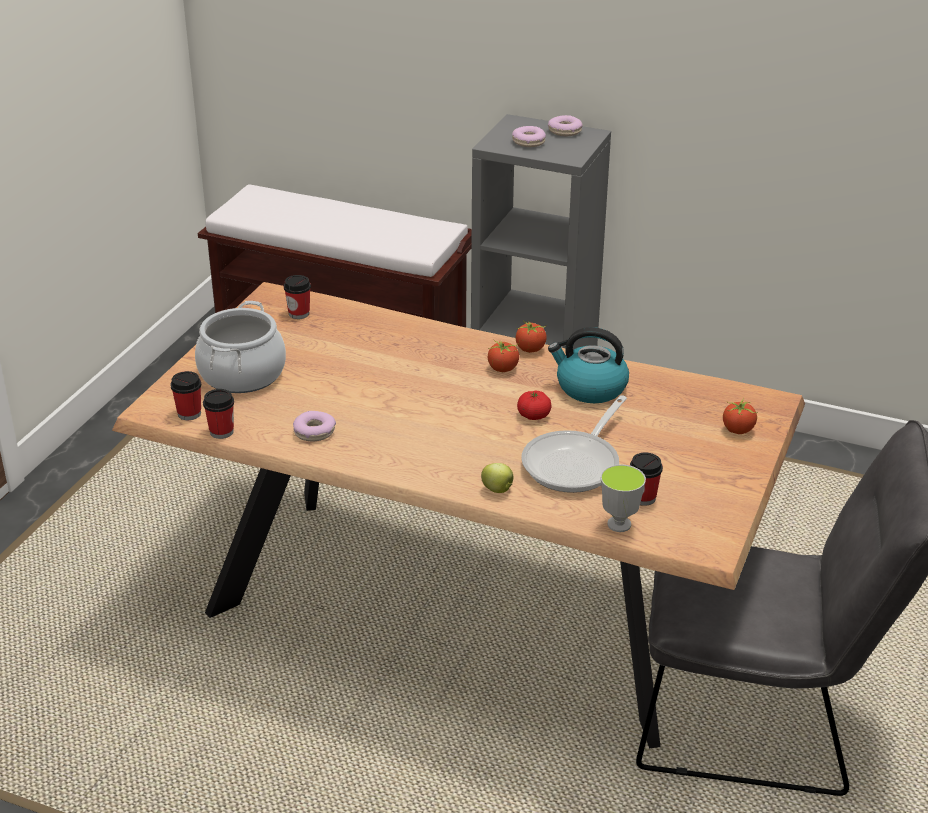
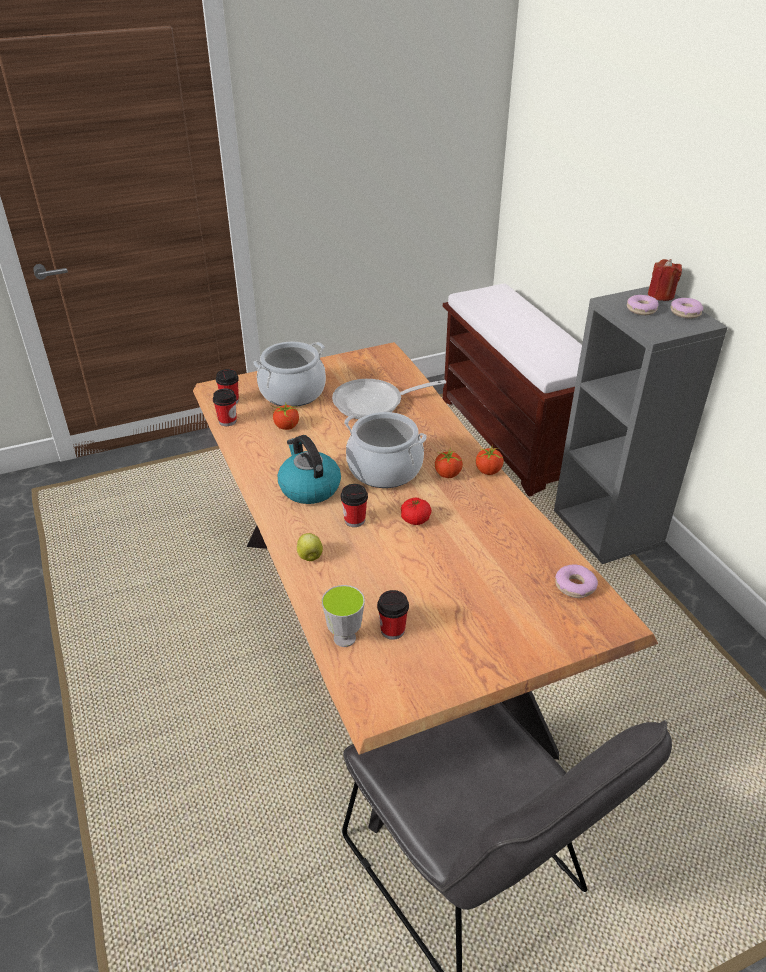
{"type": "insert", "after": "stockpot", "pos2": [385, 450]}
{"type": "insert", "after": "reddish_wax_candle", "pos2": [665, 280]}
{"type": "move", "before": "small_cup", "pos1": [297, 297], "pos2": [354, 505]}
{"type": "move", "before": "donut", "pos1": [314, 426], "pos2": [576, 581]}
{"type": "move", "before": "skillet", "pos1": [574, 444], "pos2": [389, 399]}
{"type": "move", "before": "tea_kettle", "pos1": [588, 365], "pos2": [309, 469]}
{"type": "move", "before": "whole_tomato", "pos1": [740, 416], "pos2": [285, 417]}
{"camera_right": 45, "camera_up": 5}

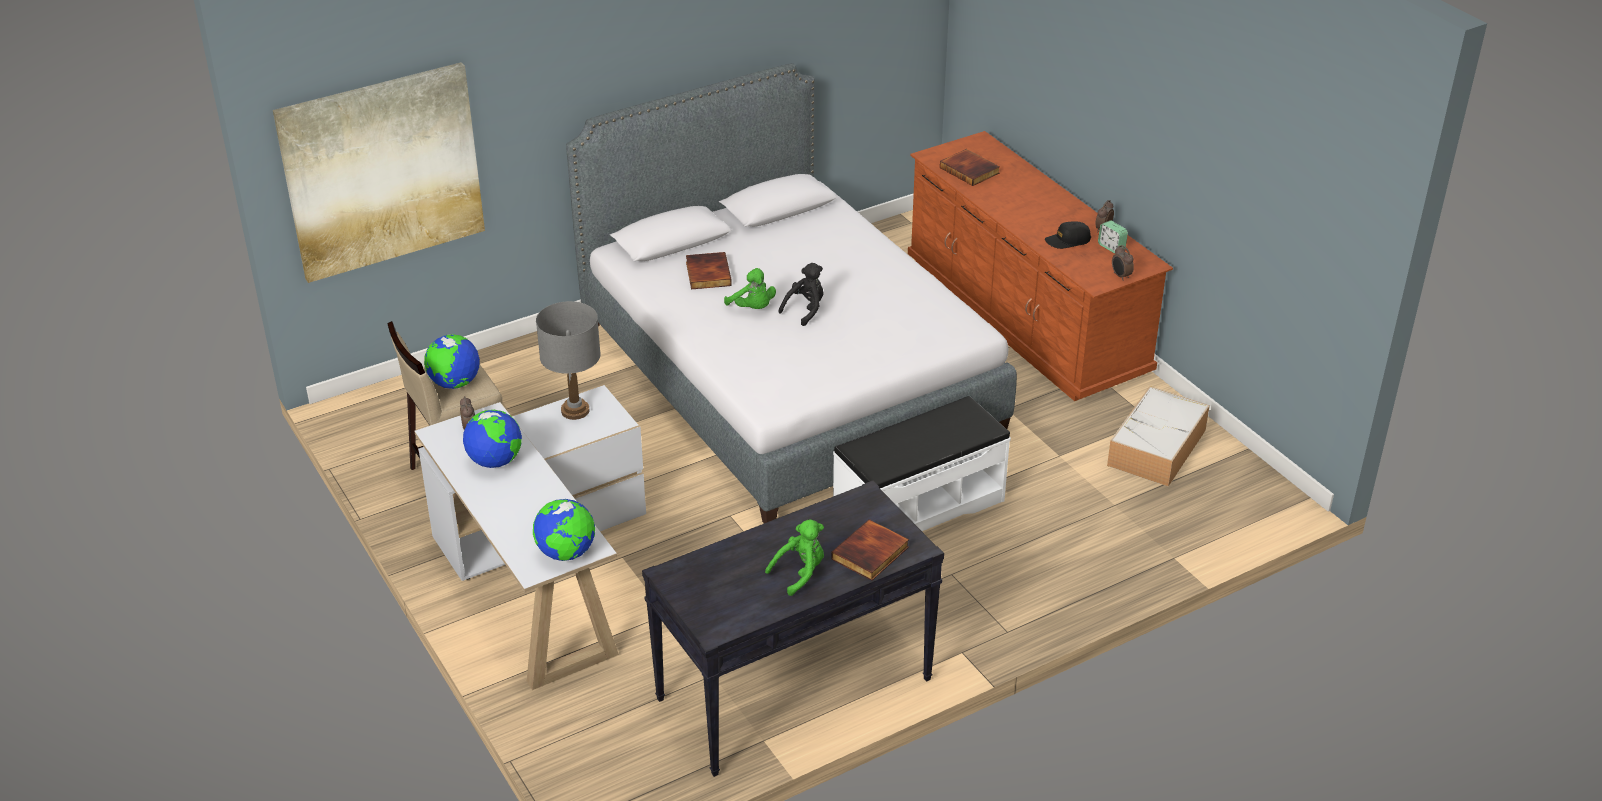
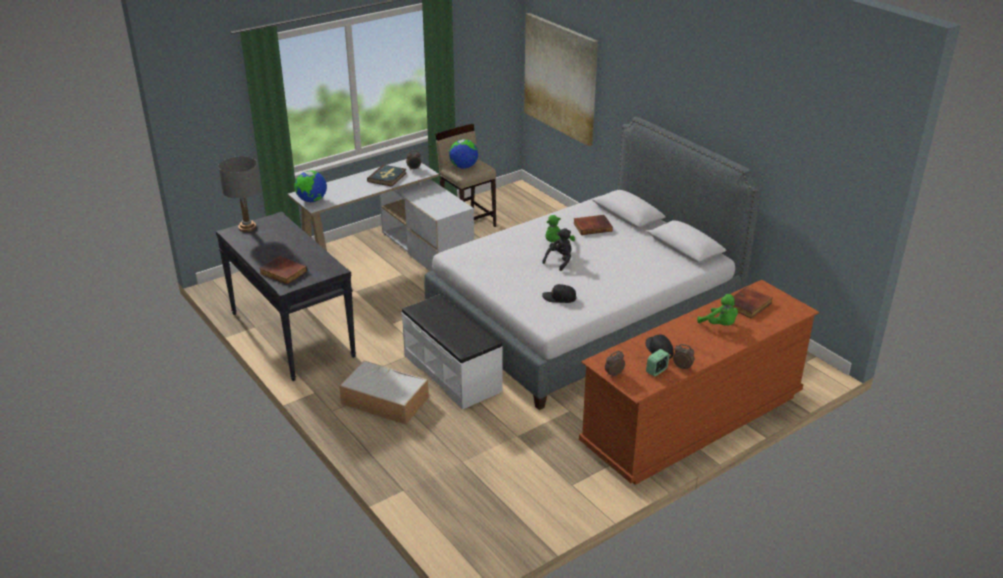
{"type": "insert", "after": "blackish_cap", "pos2": [559, 293]}
{"type": "move", "before": "greyish_lamp_for_a_table", "pos1": [568, 360], "pos2": [239, 194]}
{"type": "move", "before": "greenish_plush_toy", "pos1": [794, 557], "pos2": [717, 310]}
{"type": "move", "before": "storage_bin", "pos1": [1158, 436], "pos2": [384, 392]}
{"type": "replace", "before": "globe", "after": "volume", "pos1": [492, 439], "pos2": [386, 176]}
{"type": "rotate", "before": "blackish_plush_toy", "pos1": [801, 294], "pos2": [557, 249], "turn": -90}
{"camera_right": 85, "camera_up": -5}

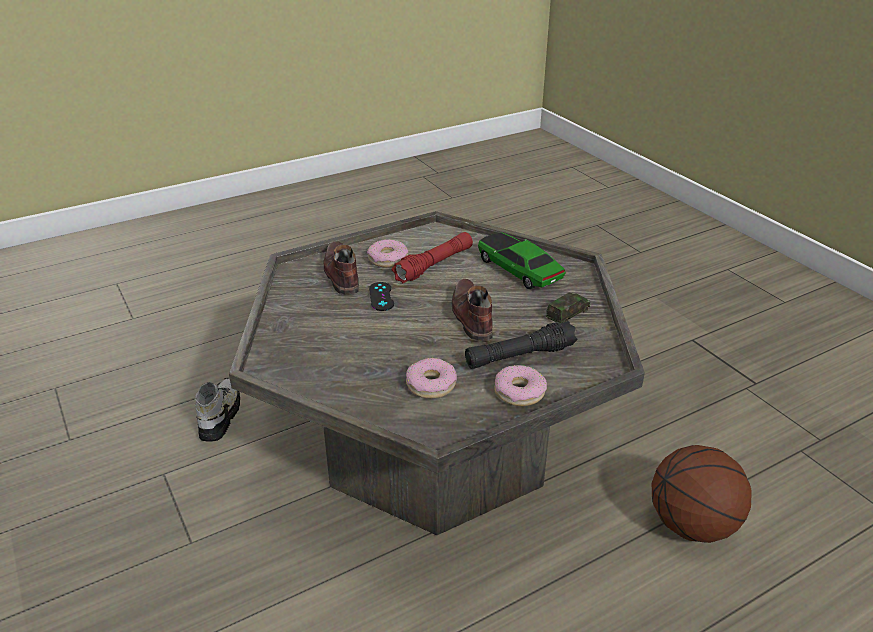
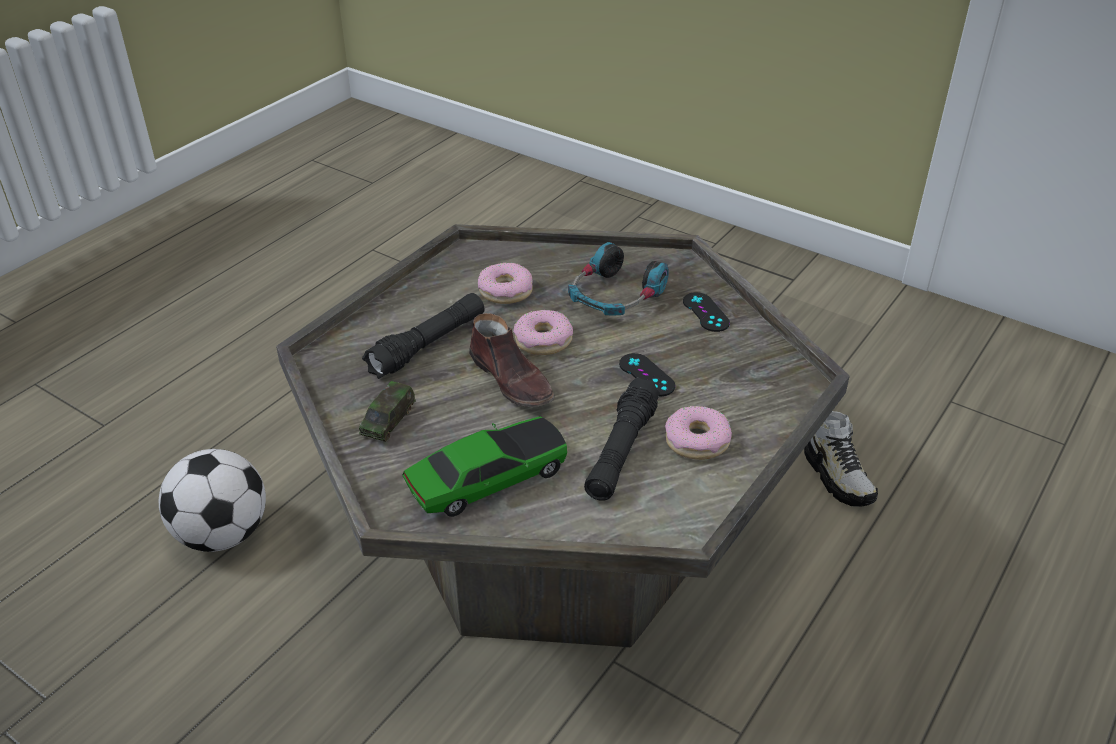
{"type": "delete", "before": "brownish_item_of_footwear", "pos1": [341, 268]}
{"type": "insert", "after": "pair_of_headphones", "pos2": [618, 278]}
{"type": "insert", "after": "blackish_joypad", "pos2": [706, 312]}
{"type": "move", "before": "donut", "pos1": [520, 385], "pos2": [543, 332]}
{"type": "replace", "before": "basketball_ball", "after": "football_ball", "pos1": [701, 494], "pos2": [212, 500]}
{"type": "recolor", "before": "reddish_hand_torch", "after": "blackish_hand_torch", "pos1": [432, 258], "pos2": [622, 439]}
{"type": "rotate", "before": "toy_car", "pos1": [522, 261], "pos2": [484, 466], "turn": -60}
{"camera_right": 155, "camera_up": 5}

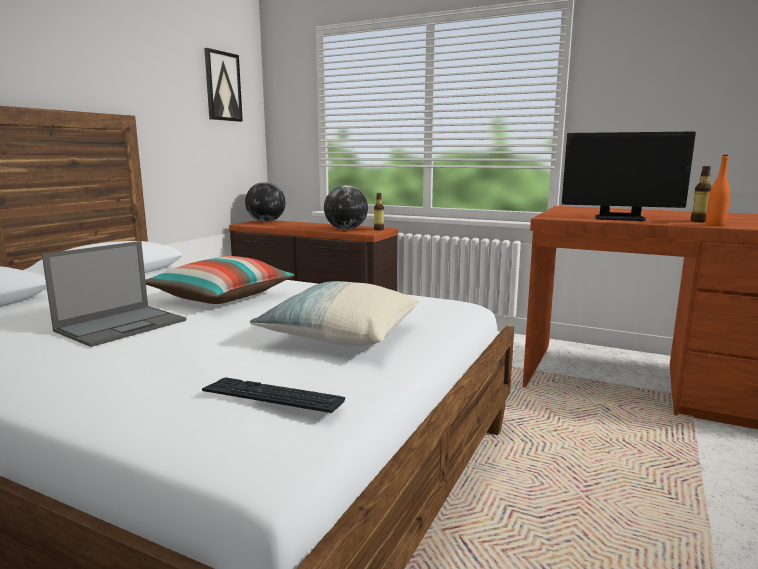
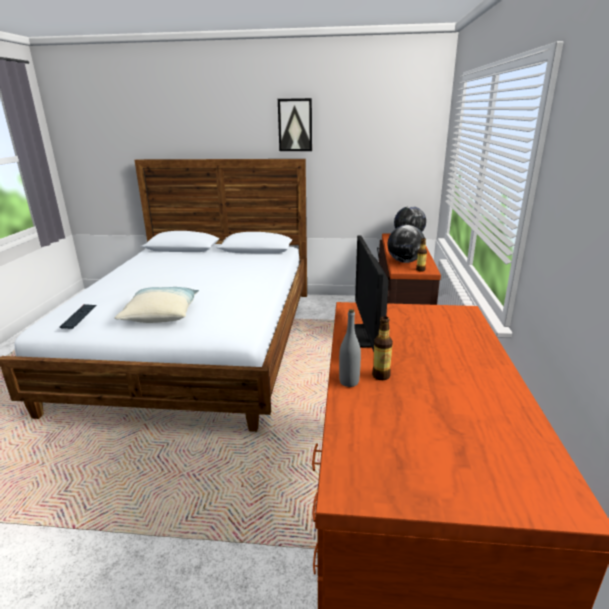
{"type": "delete", "before": "portable_computer", "pos1": [114, 294]}
{"type": "delete", "before": "cushion", "pos1": [220, 280]}
{"type": "move", "before": "picture", "pos1": [223, 85], "pos2": [295, 124]}
{"type": "recolor", "before": "orange-coloured_bottle", "after": "greyish_bottle", "pos1": [718, 190], "pos2": [350, 348]}
{"camera_right": 70, "camera_up": 10}

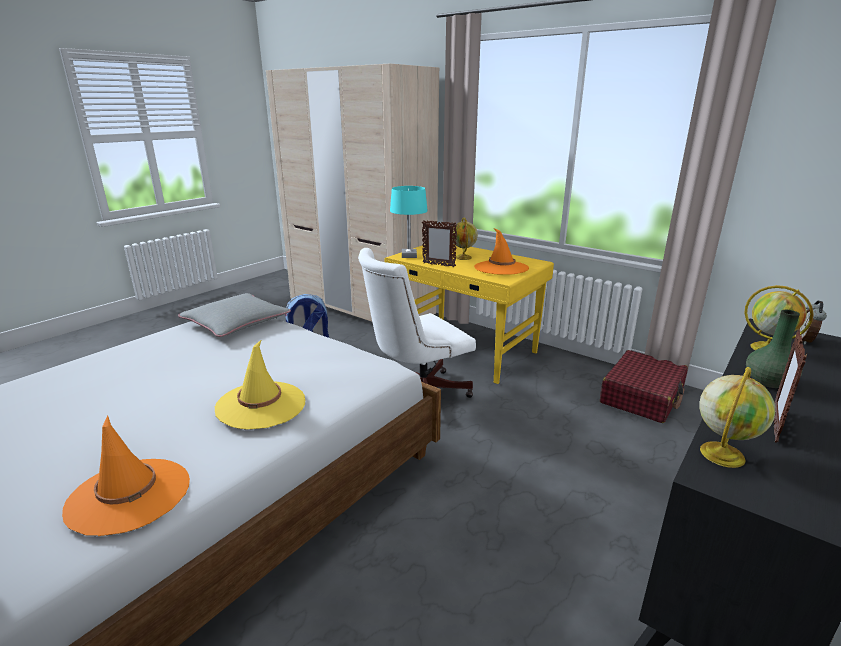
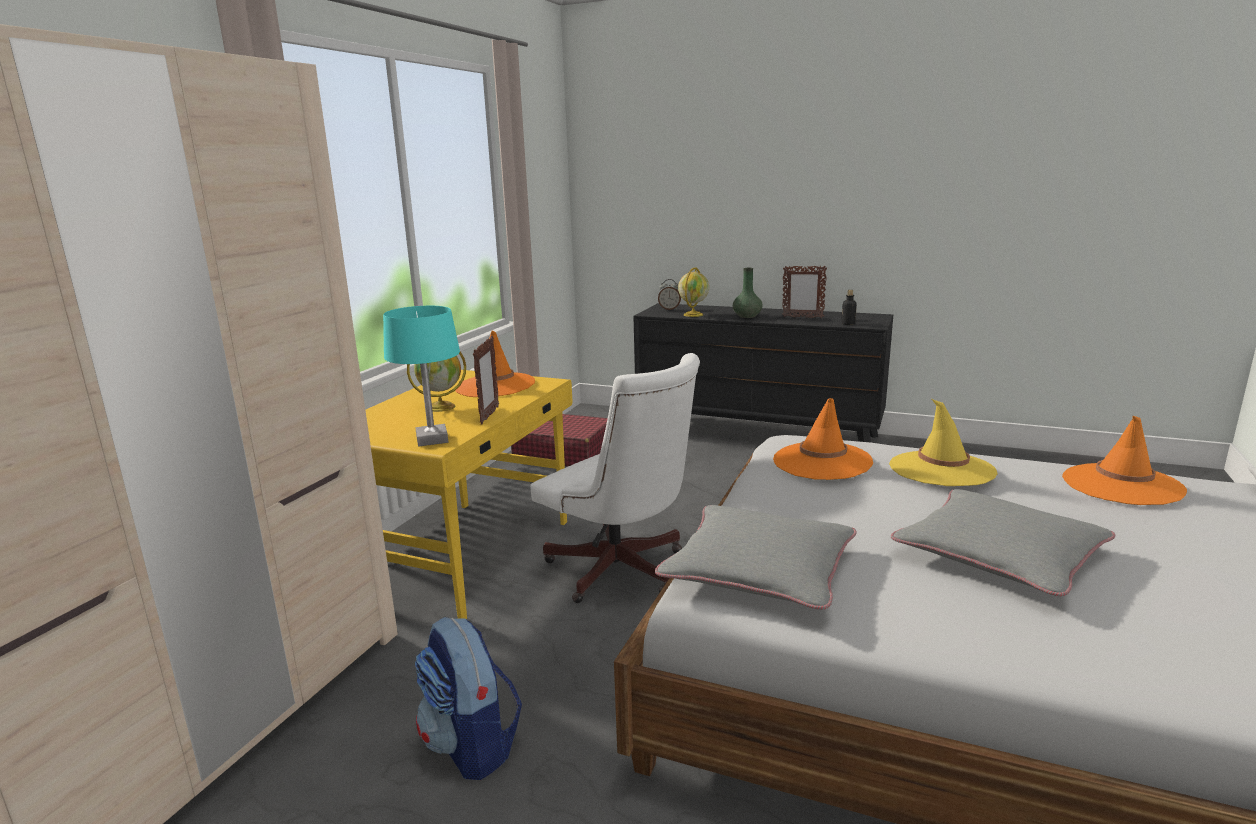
{"type": "insert", "after": "orange-coloured_hat", "pos2": [823, 439]}
{"type": "insert", "after": "greyish_cushion", "pos2": [1003, 542]}
{"type": "replace", "before": "globe", "after": "bottle", "pos1": [737, 417], "pos2": [849, 307]}
{"camera_right": -105, "camera_up": -5}

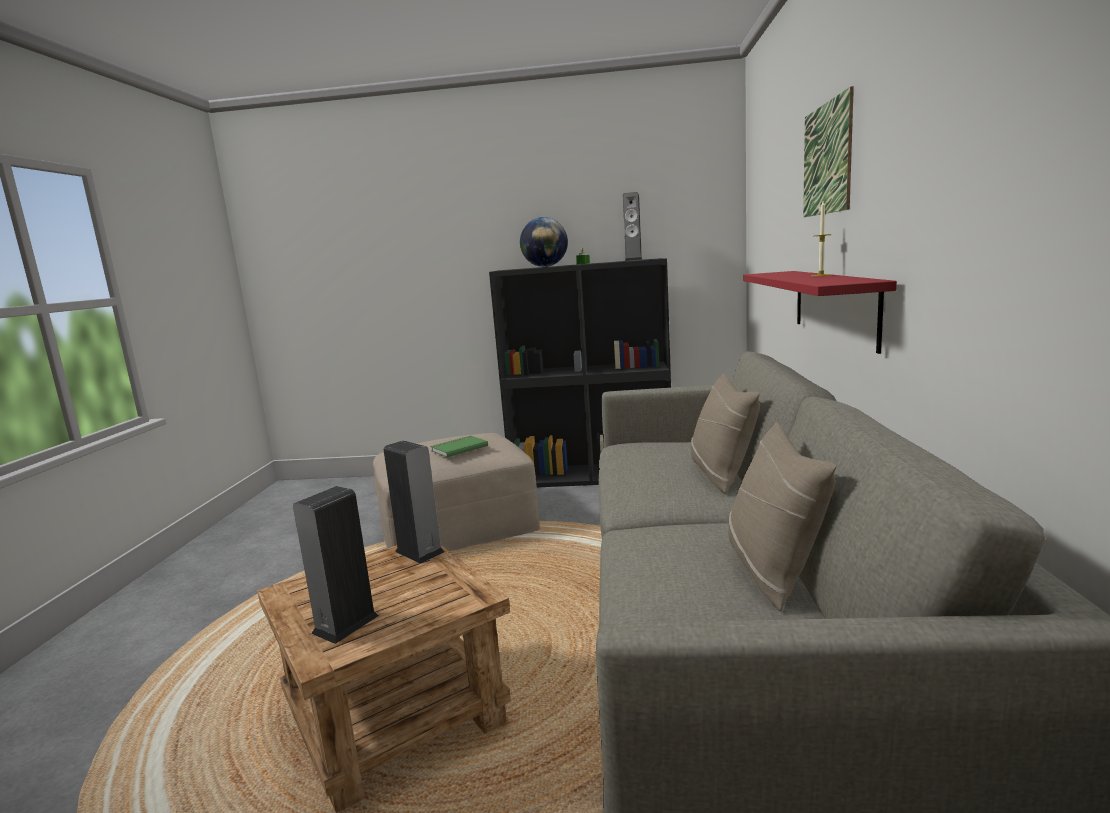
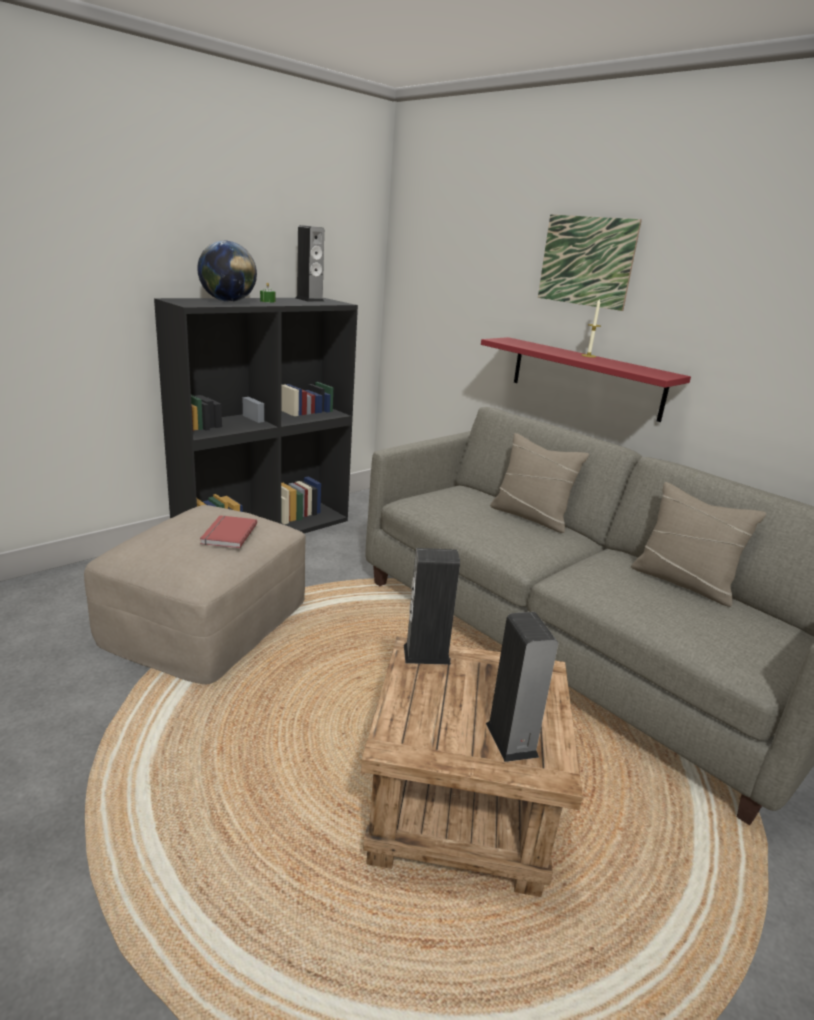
{"type": "recolor", "before": "greenish_volume", "after": "reddish_volume", "pos1": [459, 446], "pos2": [228, 531]}
{"camera_right": -50, "camera_up": 10}

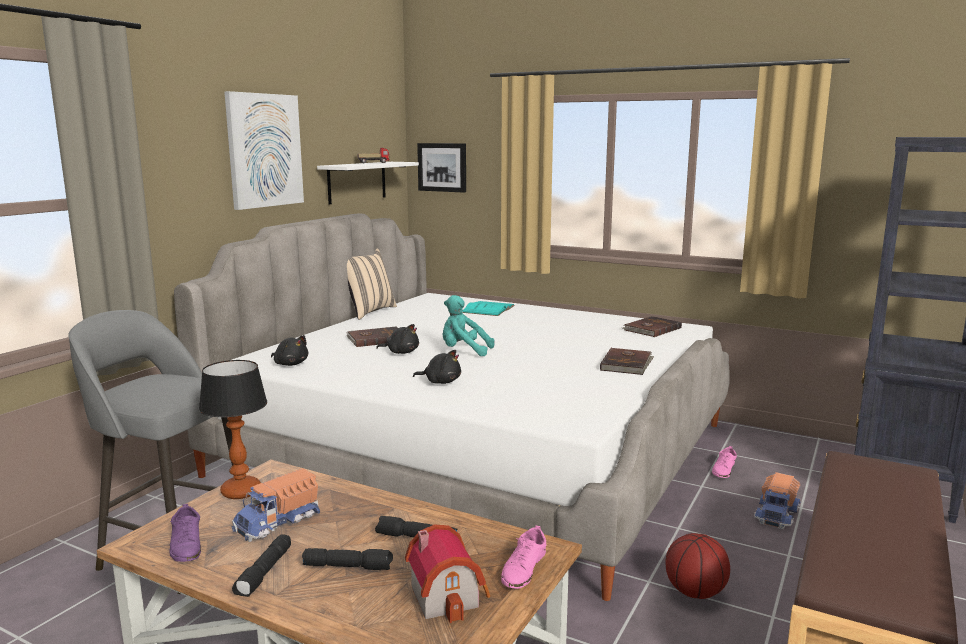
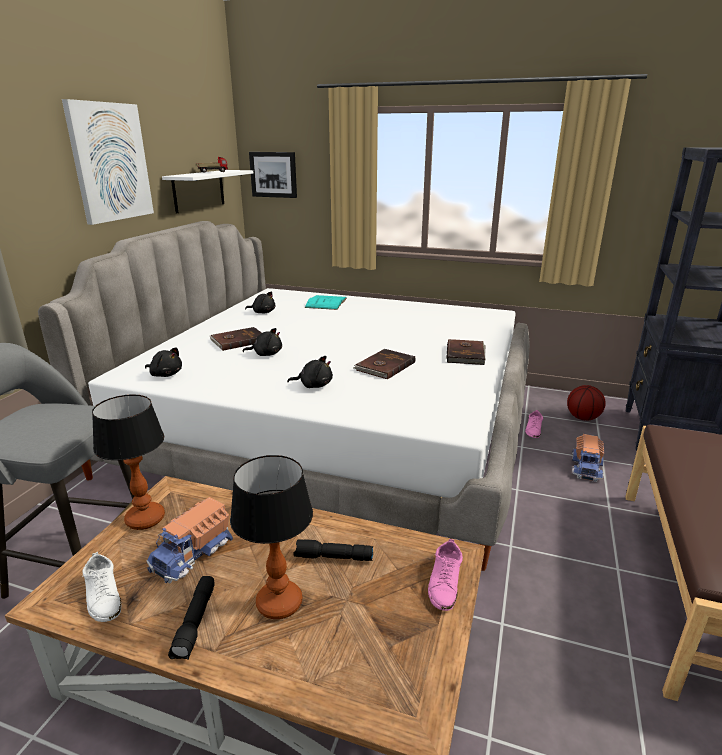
{"type": "delete", "before": "beige-coloured_cushion", "pos1": [372, 284]}
{"type": "delete", "before": "miniature_house", "pos1": [447, 573]}
{"type": "delete", "before": "turquoise-coloured_plush_toy", "pos1": [468, 325]}
{"type": "insert", "after": "blackish_plush_toy", "pos2": [260, 302]}
{"type": "move", "before": "brownish_volume", "pos1": [652, 326], "pos2": [384, 364]}
{"type": "move", "before": "basketball_ball", "pos1": [697, 566], "pos2": [586, 402]}
{"type": "replace", "before": "blackish_hand_torch", "after": "lamp_for_a_table", "pos1": [347, 559], "pos2": [271, 537]}
{"type": "recolor", "before": "purple-coloured_item_of_footwear", "after": "white_item_of_footwear", "pos1": [185, 533], "pos2": [101, 587]}
{"camera_right": -10, "camera_up": 10}

